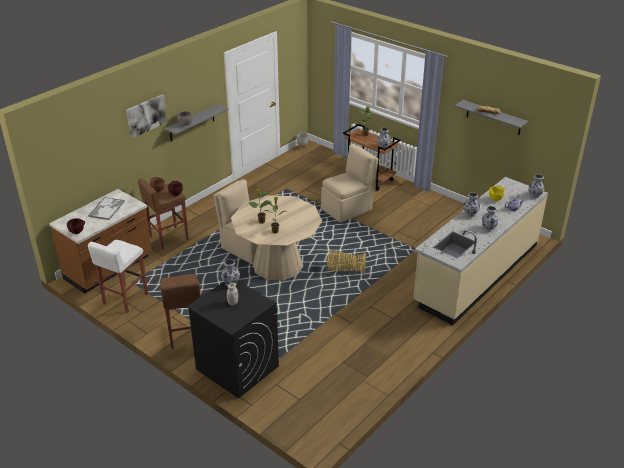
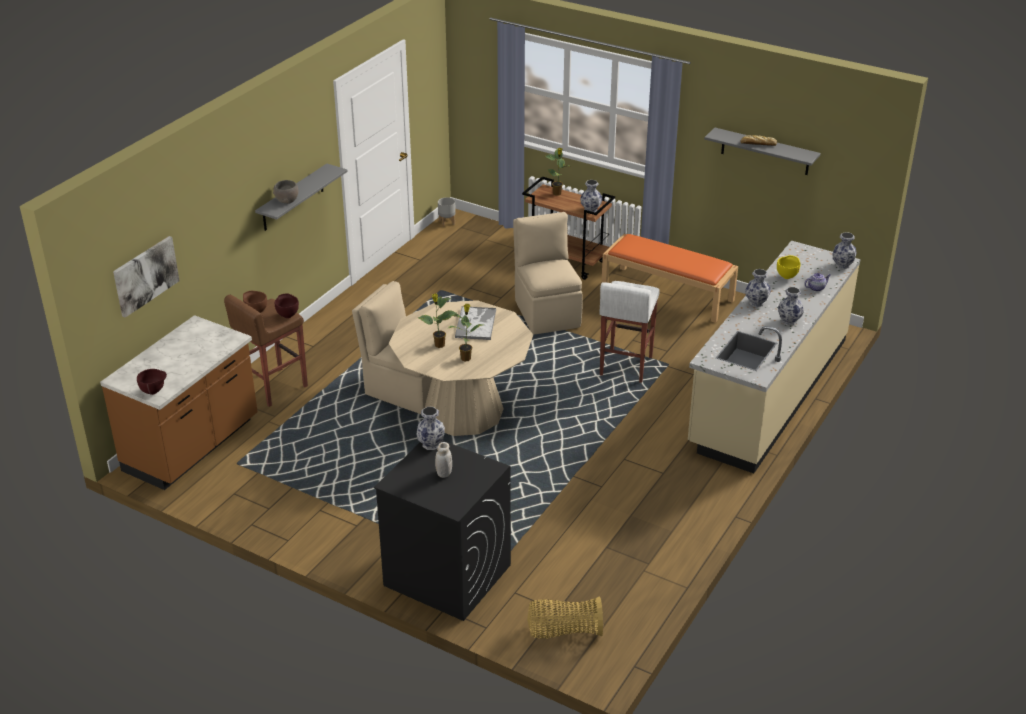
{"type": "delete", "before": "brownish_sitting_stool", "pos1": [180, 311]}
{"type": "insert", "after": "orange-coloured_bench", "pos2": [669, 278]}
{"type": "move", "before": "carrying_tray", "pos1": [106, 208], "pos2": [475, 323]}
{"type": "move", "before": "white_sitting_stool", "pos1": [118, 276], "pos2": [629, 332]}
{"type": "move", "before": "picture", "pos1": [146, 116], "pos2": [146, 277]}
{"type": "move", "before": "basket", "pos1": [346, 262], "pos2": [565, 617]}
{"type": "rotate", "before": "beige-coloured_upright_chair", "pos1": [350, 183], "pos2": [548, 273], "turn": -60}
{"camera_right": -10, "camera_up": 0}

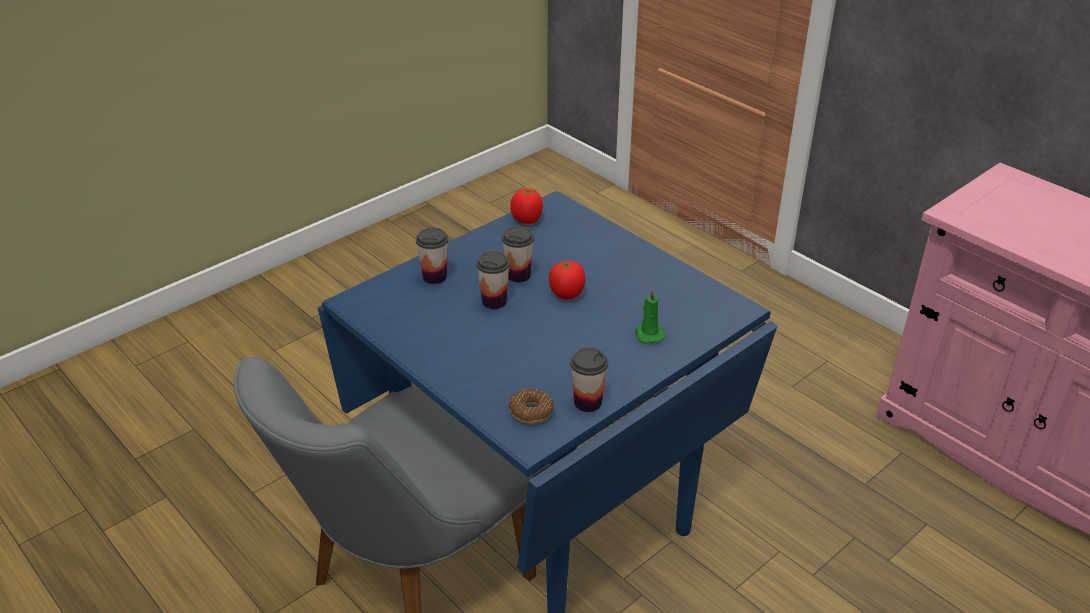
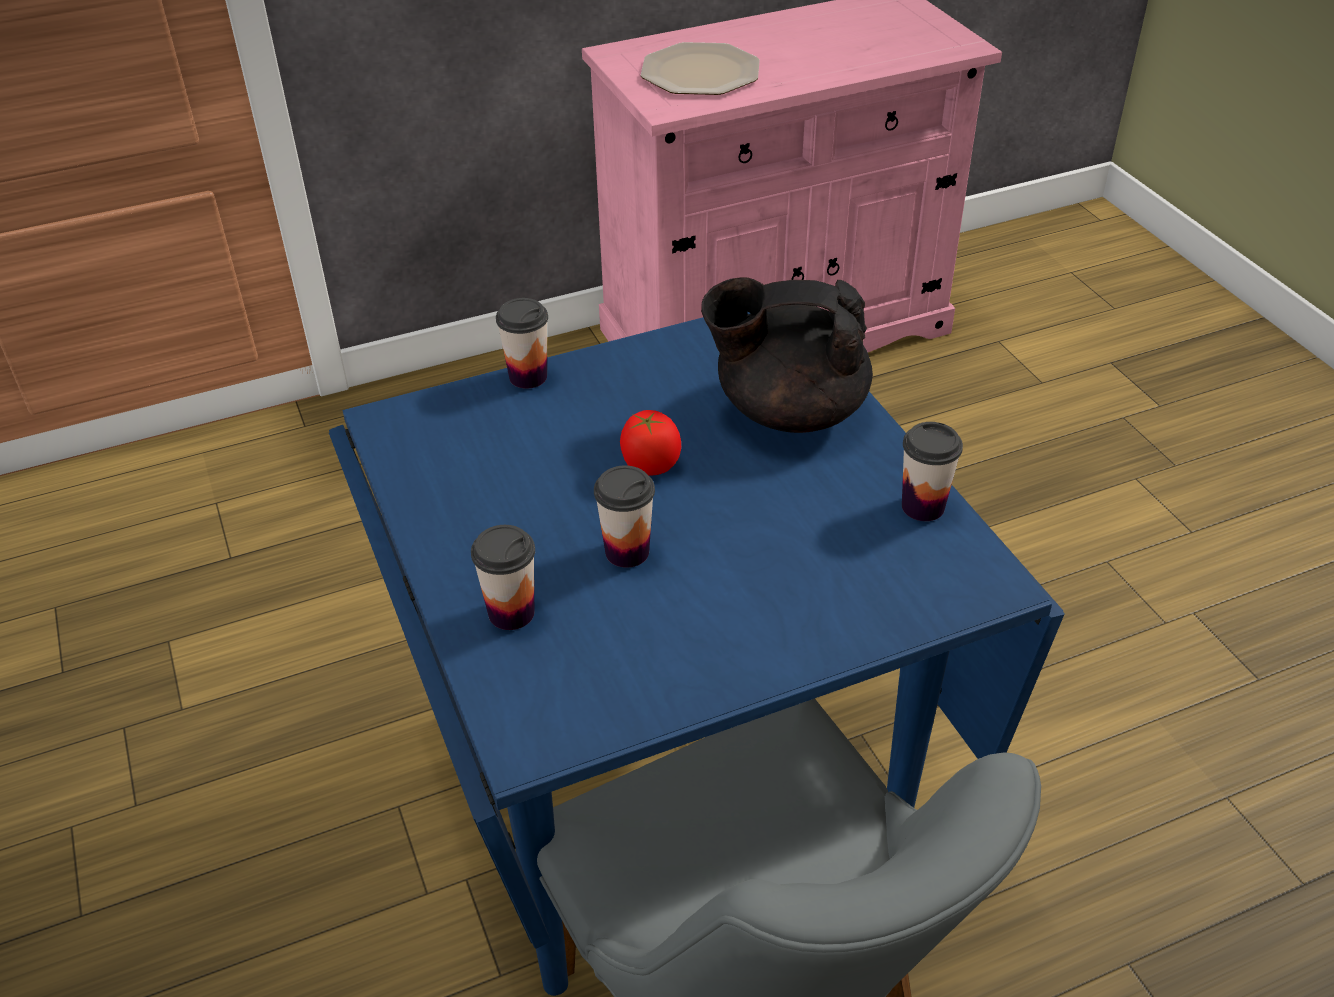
{"type": "delete", "before": "donut", "pos1": [531, 406]}
{"type": "delete", "before": "whole_tomato", "pos1": [526, 206]}
{"type": "insert", "after": "flat_dish", "pos2": [700, 68]}
{"type": "move", "before": "small_cup", "pos1": [518, 254], "pos2": [522, 343]}
{"type": "replace", "before": "greenish_wax_candle", "after": "blackish_pot_for_tea", "pos1": [650, 316], "pos2": [787, 355]}
{"camera_right": -70, "camera_up": 5}

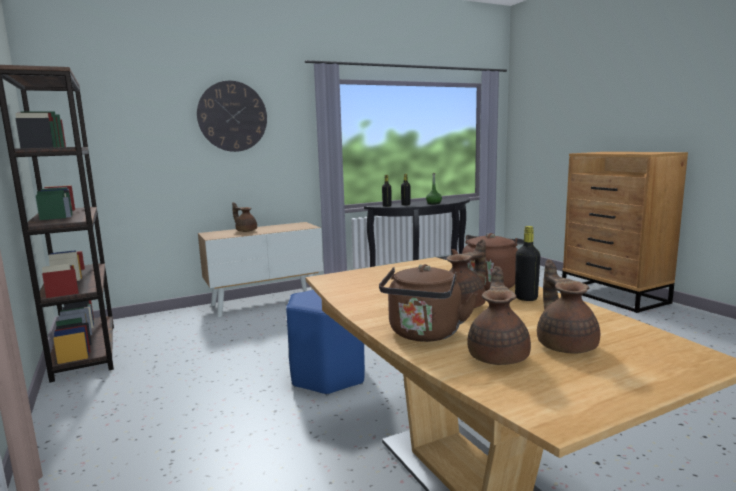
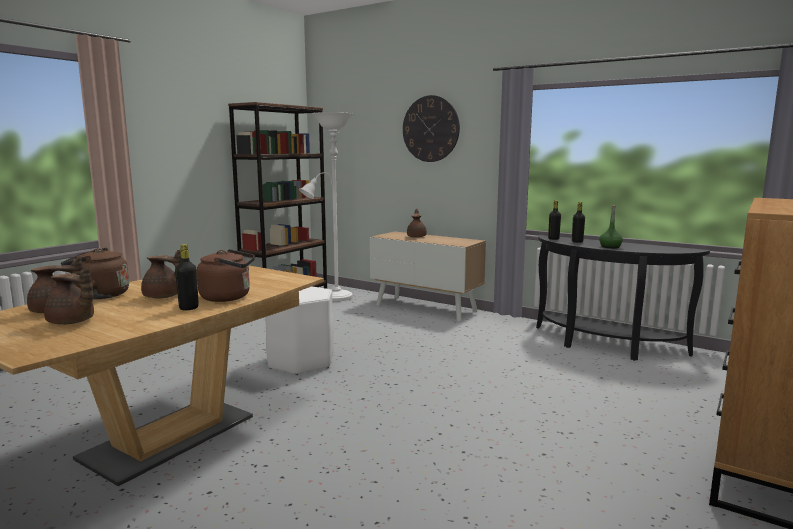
{"type": "insert", "after": "white_floor_lamp", "pos2": [326, 207]}
{"type": "recolor", "before": "blue-coloured_sitting_stool", "after": "white_sitting_stool", "pos1": [325, 343], "pos2": [299, 330]}
{"type": "rotate", "before": "brownish_pot_for_tea", "pos1": [568, 307], "pos2": [69, 296], "turn": 60}
{"camera_right": 60, "camera_up": 0}

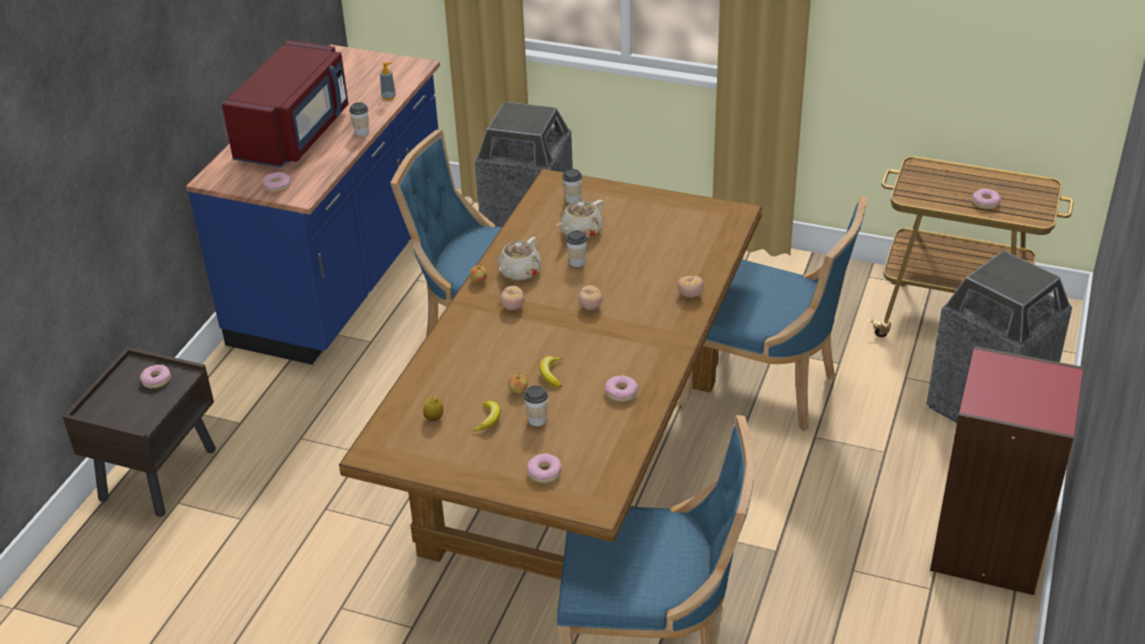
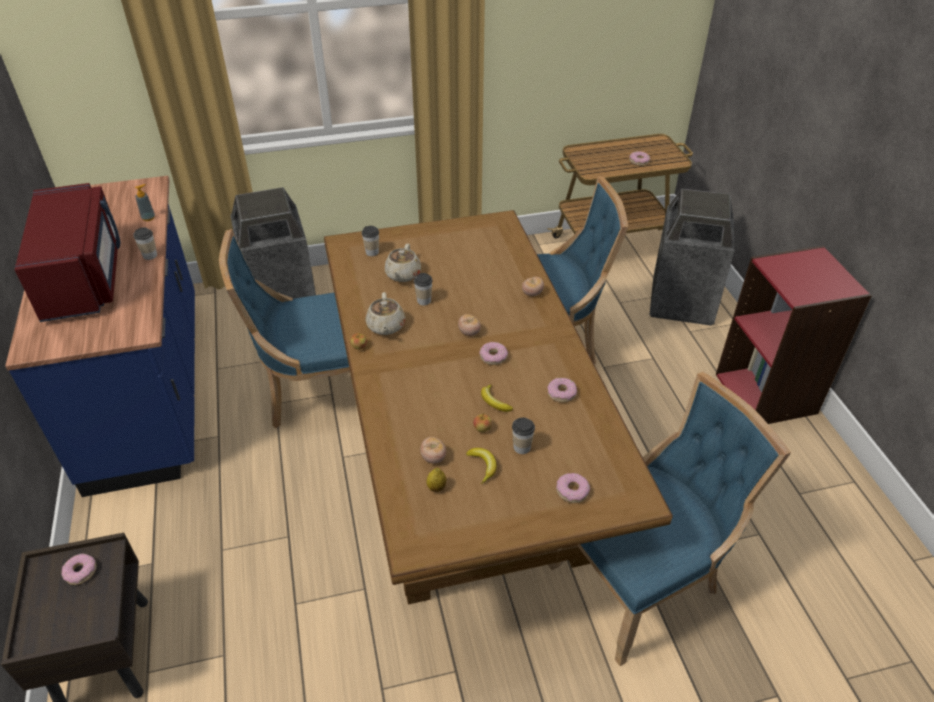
{"type": "move", "before": "donut", "pos1": [276, 182], "pos2": [493, 353]}
{"type": "move", "before": "whole_tomato", "pos1": [512, 298], "pos2": [433, 450]}
{"camera_right": -35, "camera_up": 5}

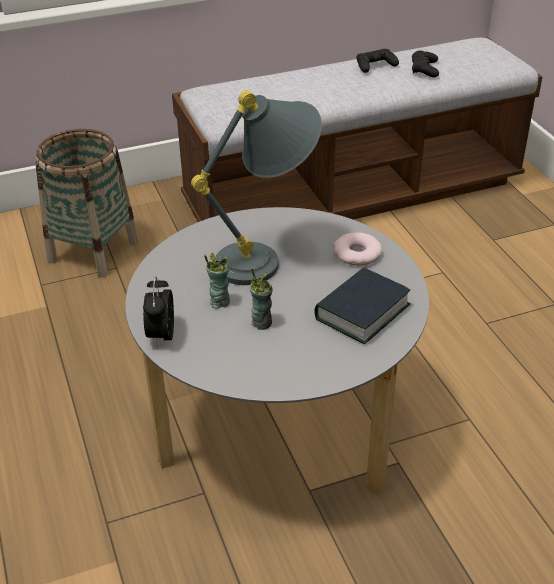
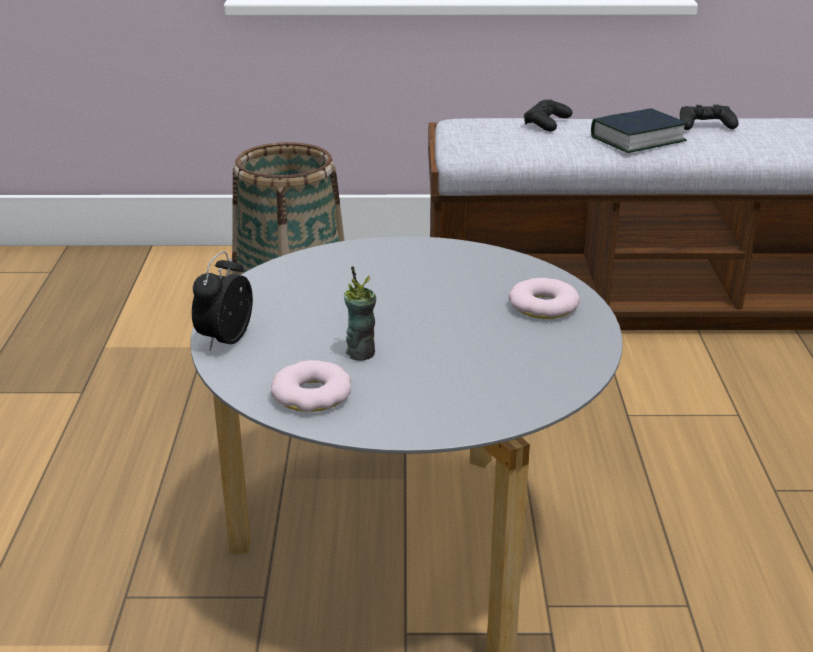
{"type": "delete", "before": "greyish_lamp_for_a_table", "pos1": [256, 188]}
{"type": "delete", "before": "small_cup", "pos1": [217, 281]}
{"type": "insert", "after": "donut", "pos2": [311, 386]}
{"type": "move", "before": "volume", "pos1": [362, 305], "pos2": [639, 130]}
{"type": "move", "before": "blackish_joypad", "pos1": [425, 63], "pos2": [548, 115]}
{"camera_right": 20, "camera_up": -10}

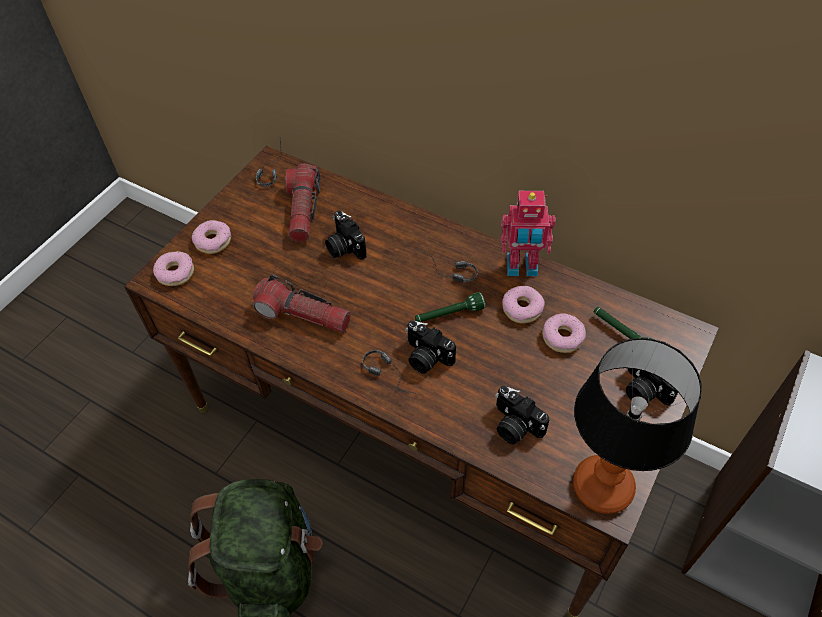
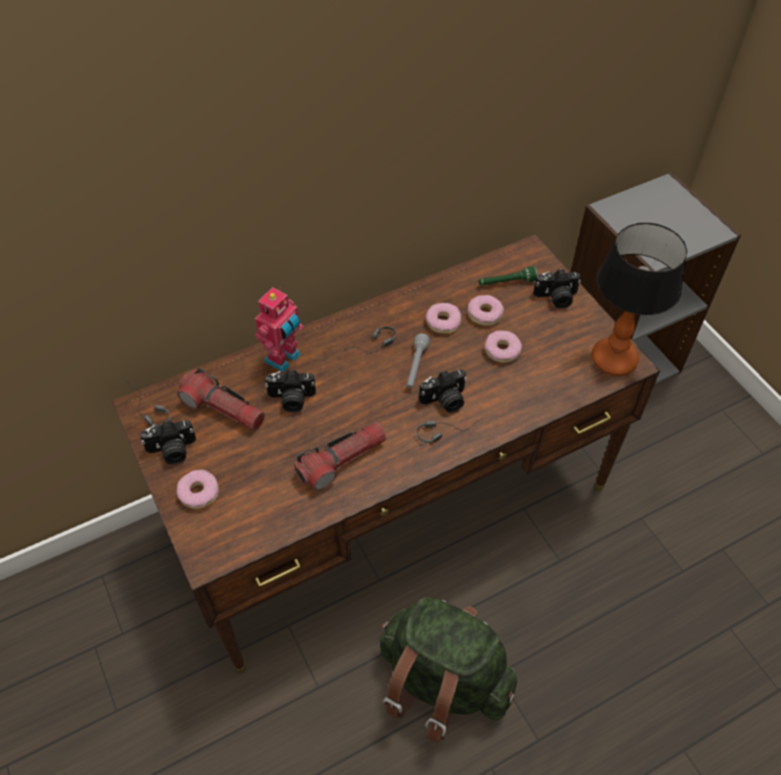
{"type": "move", "before": "donut", "pos1": [173, 268], "pos2": [503, 346]}
{"type": "move", "before": "still_camera", "pos1": [523, 415], "pos2": [168, 442]}
{"type": "move", "before": "model_robot", "pos1": [528, 233], "pos2": [279, 330]}
{"type": "recolor", "before": "greenish_hand_torch", "after": "greyish_hand_torch", "pos1": [450, 307], "pos2": [418, 361]}
{"camera_right": -60, "camera_up": 0}

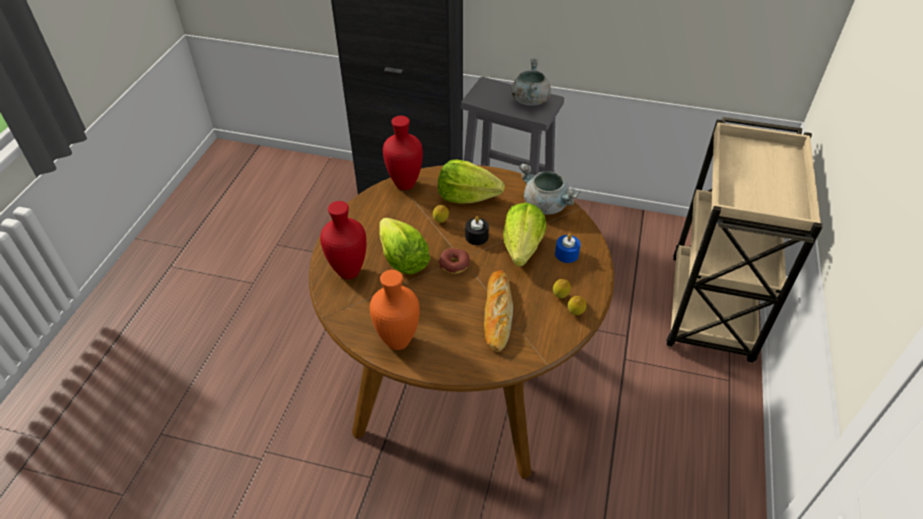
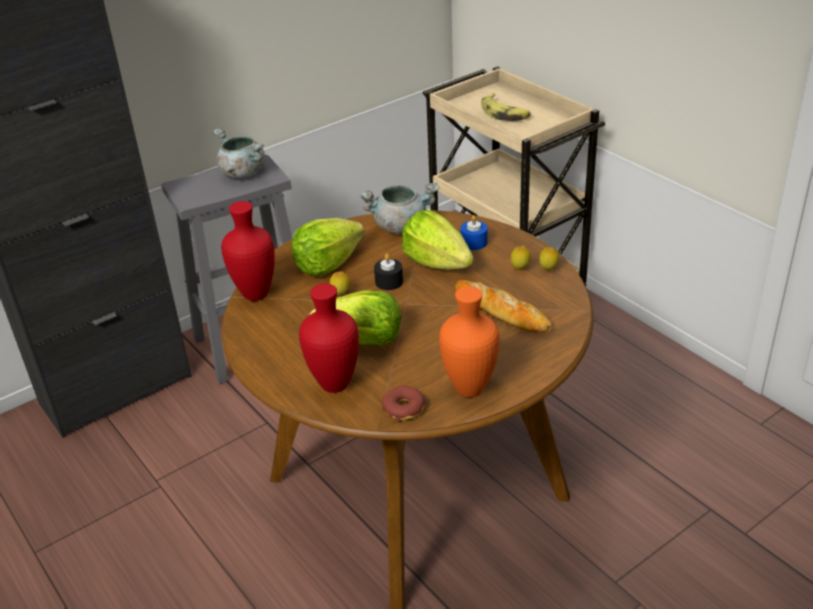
{"type": "insert", "after": "banana", "pos2": [506, 107]}
{"type": "move", "before": "donut", "pos1": [454, 261], "pos2": [403, 403]}
{"camera_right": -50, "camera_up": -10}

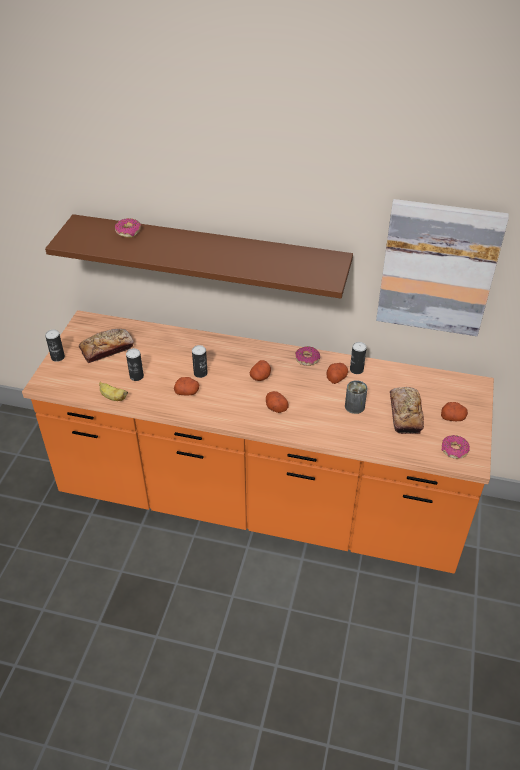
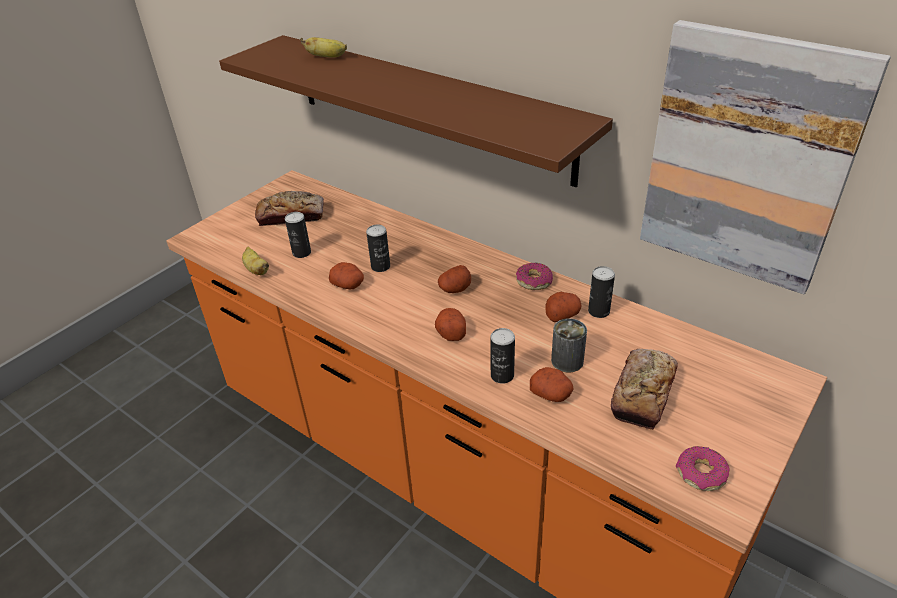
{"type": "move", "before": "sealed_can", "pos1": [55, 346], "pos2": [502, 356]}
{"type": "move", "before": "potato", "pos1": [454, 411], "pos2": [552, 384]}
{"type": "replace", "before": "donut", "after": "banana", "pos1": [128, 228], "pos2": [323, 47]}
{"camera_right": 25, "camera_up": -5}

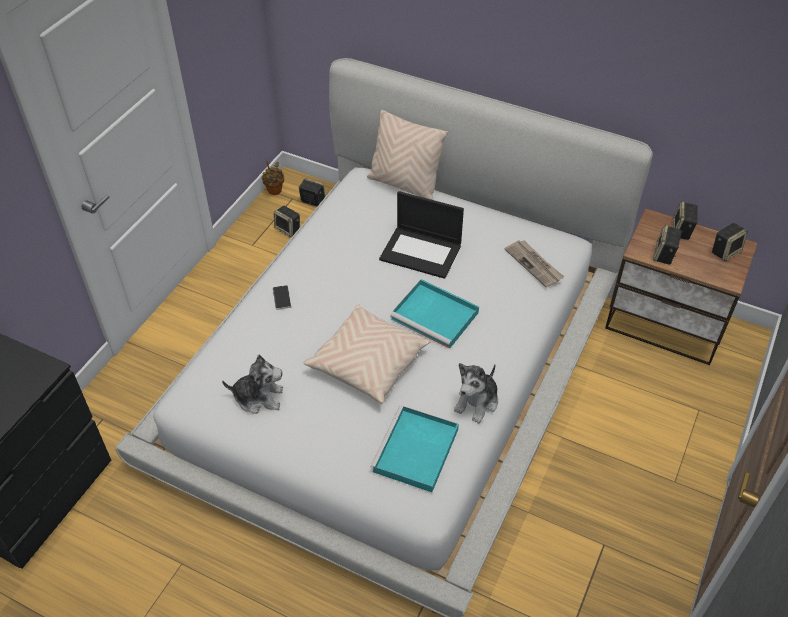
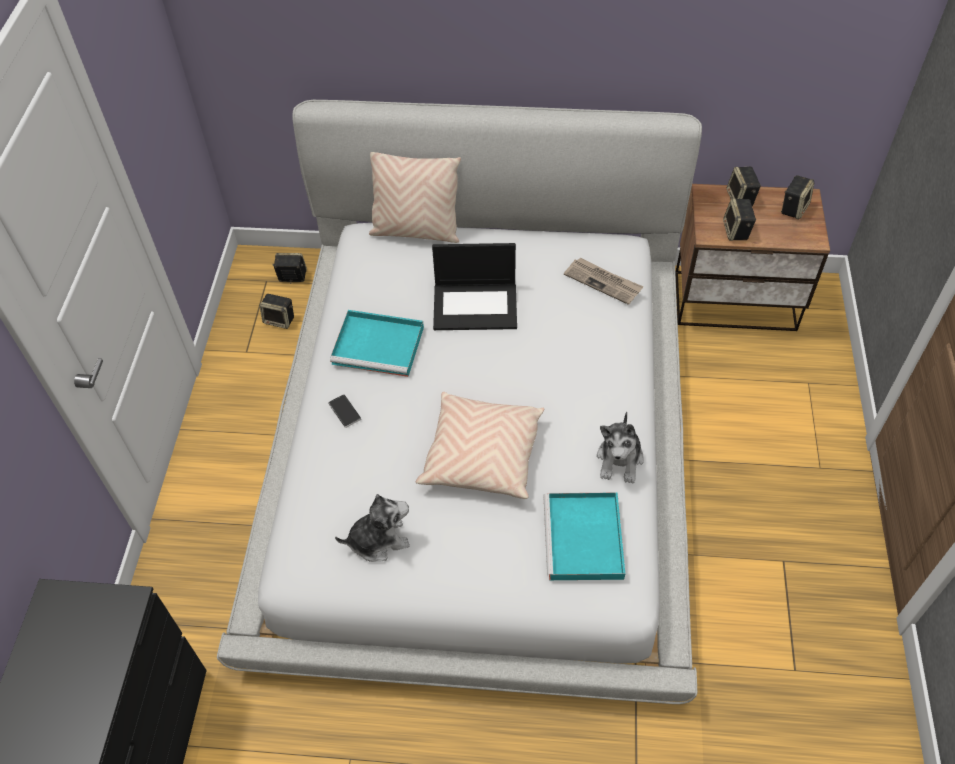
{"type": "delete", "before": "plant_in_a_pot", "pos1": [273, 178]}
{"type": "move", "before": "turquoise-coloured_carrying_tray", "pos1": [434, 314], "pos2": [377, 343]}
{"camera_right": -20, "camera_up": 5}

